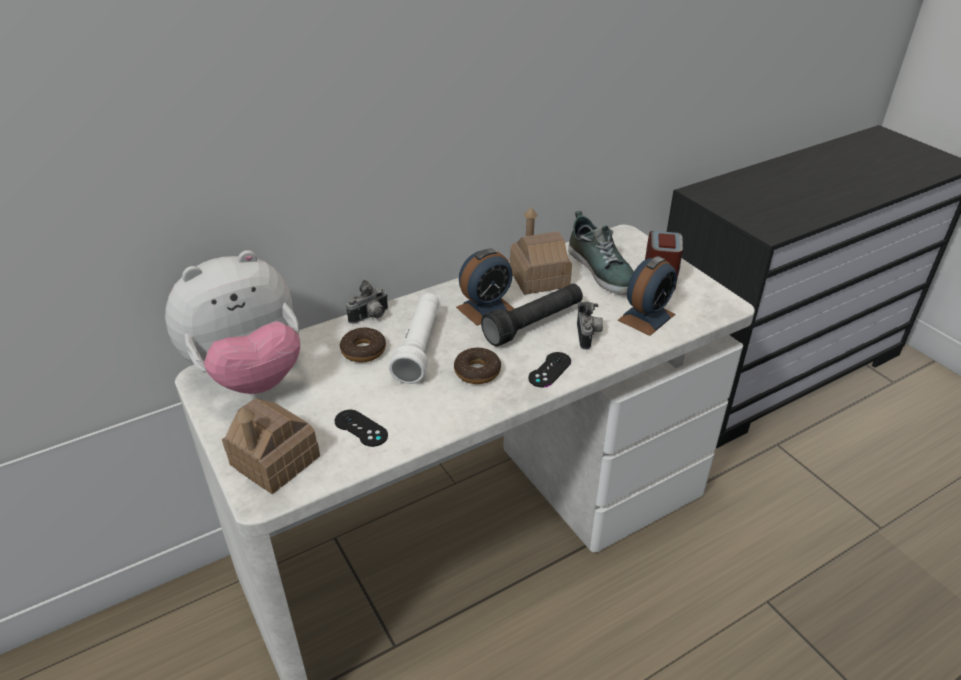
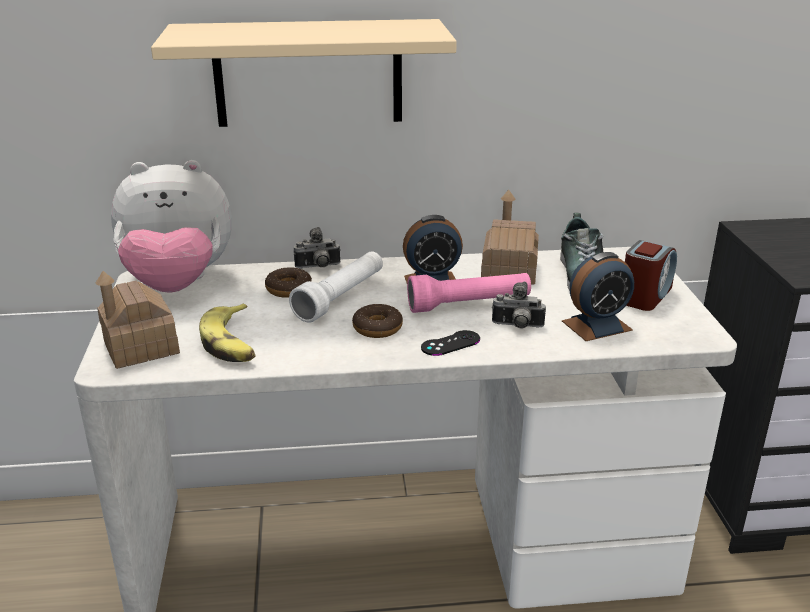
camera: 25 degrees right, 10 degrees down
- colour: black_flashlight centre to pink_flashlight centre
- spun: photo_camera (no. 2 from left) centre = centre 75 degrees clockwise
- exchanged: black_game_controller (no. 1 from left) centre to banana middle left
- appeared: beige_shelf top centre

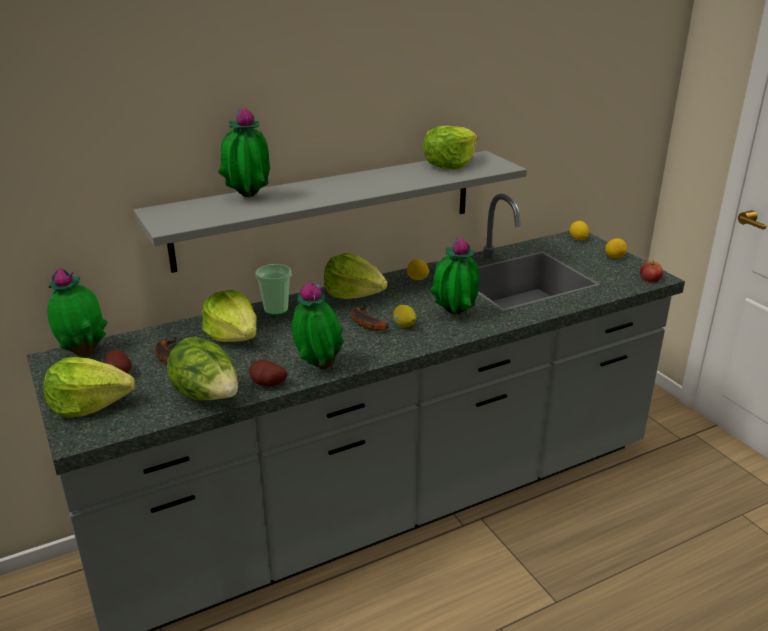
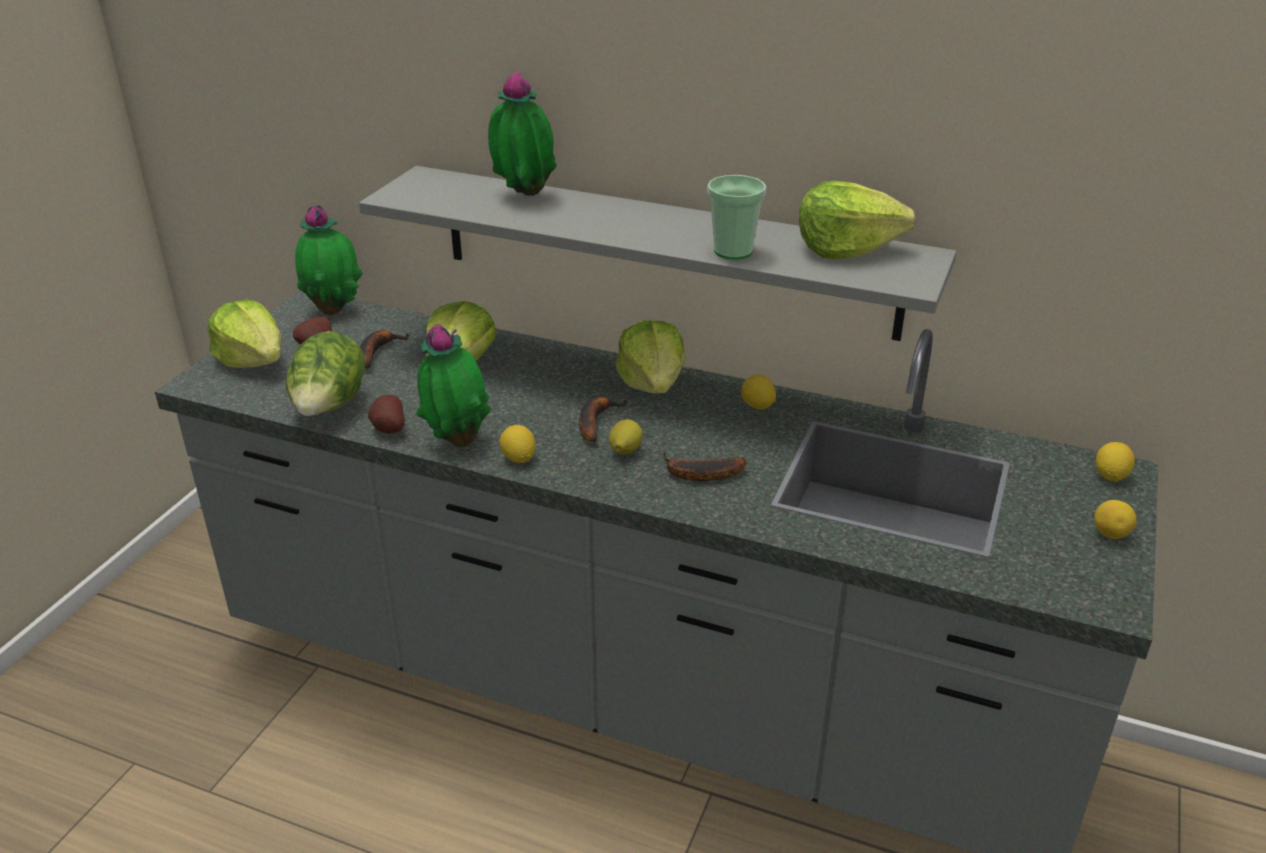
camera: 50 degrees right, 5 degrees up
- exchanged: potted_plant (no. 4 from left) centre to banana (no. 3 from left) centre
- missing: apple middle right
- relocated: cup centre to top centre
- appeared: lemon (no. 1 from left) centre

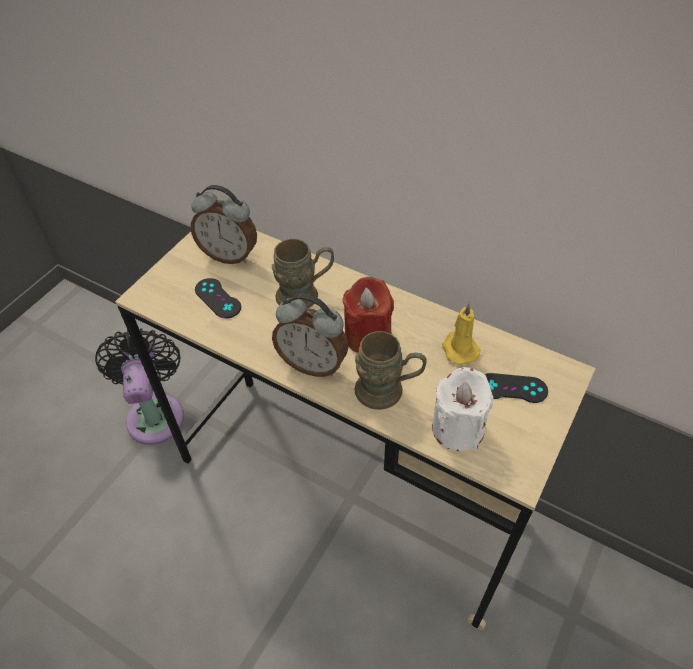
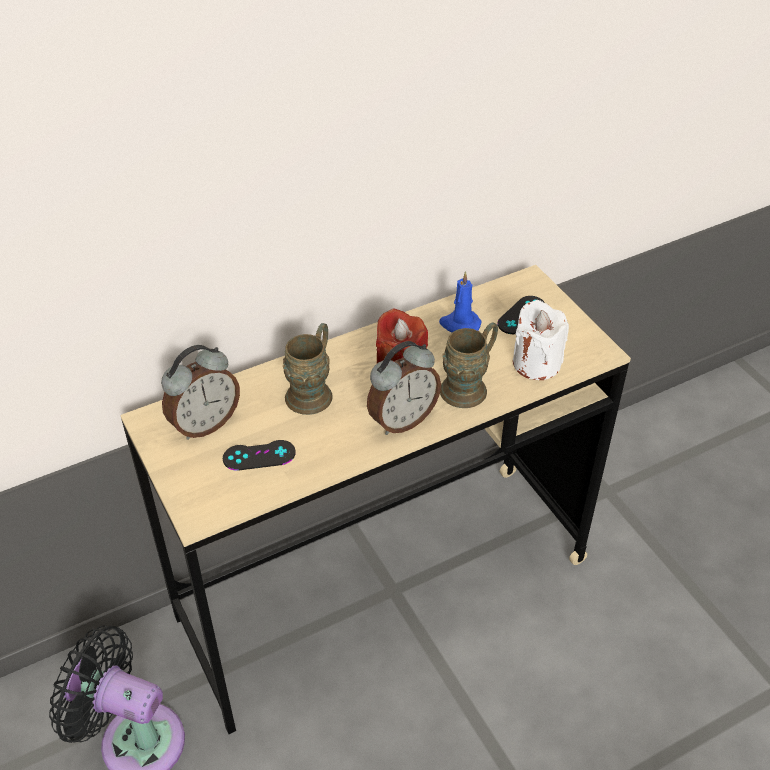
camera: 60 degrees left, 5 degrees down
- colour: yellow_candle centre to blue_candle centre

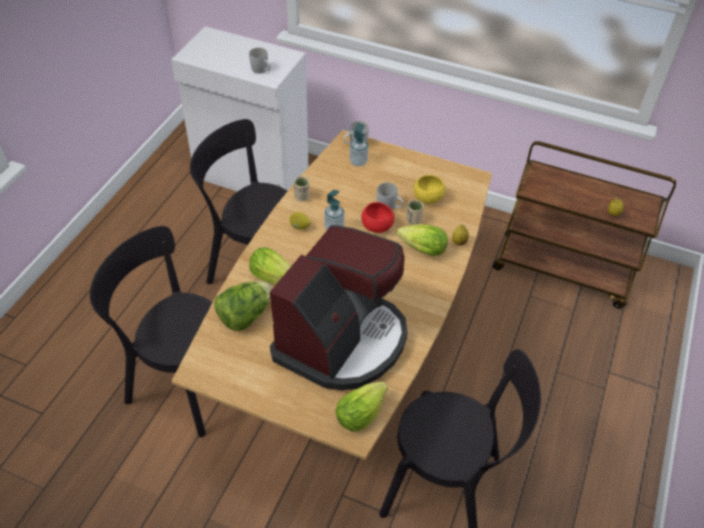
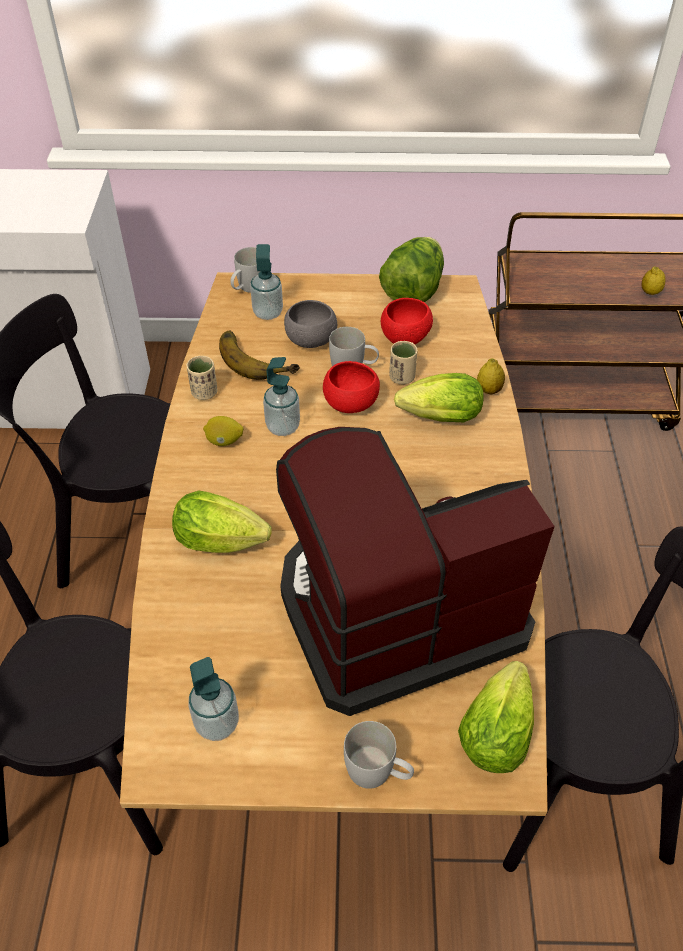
camera: 20 degrees left, 0 degrees up
- relocated: white_mug (no. 1 from left in the first image) top centre to white_mug (no. 3 from left) bottom centre
- colour: yellow_bowl centre to red_bowl (no. 2 from left) centre
- spun: coffee_machine centre = centre 120 degrees counterclockwise
- relocated: lettuce (no. 1 from left in the first image) centre to lettuce (no. 2 from left) top centre
- appeared: grey_bowl centre
- appeared: banana centre
- appeared: soap_dispenser (no. 1 from left) bottom left

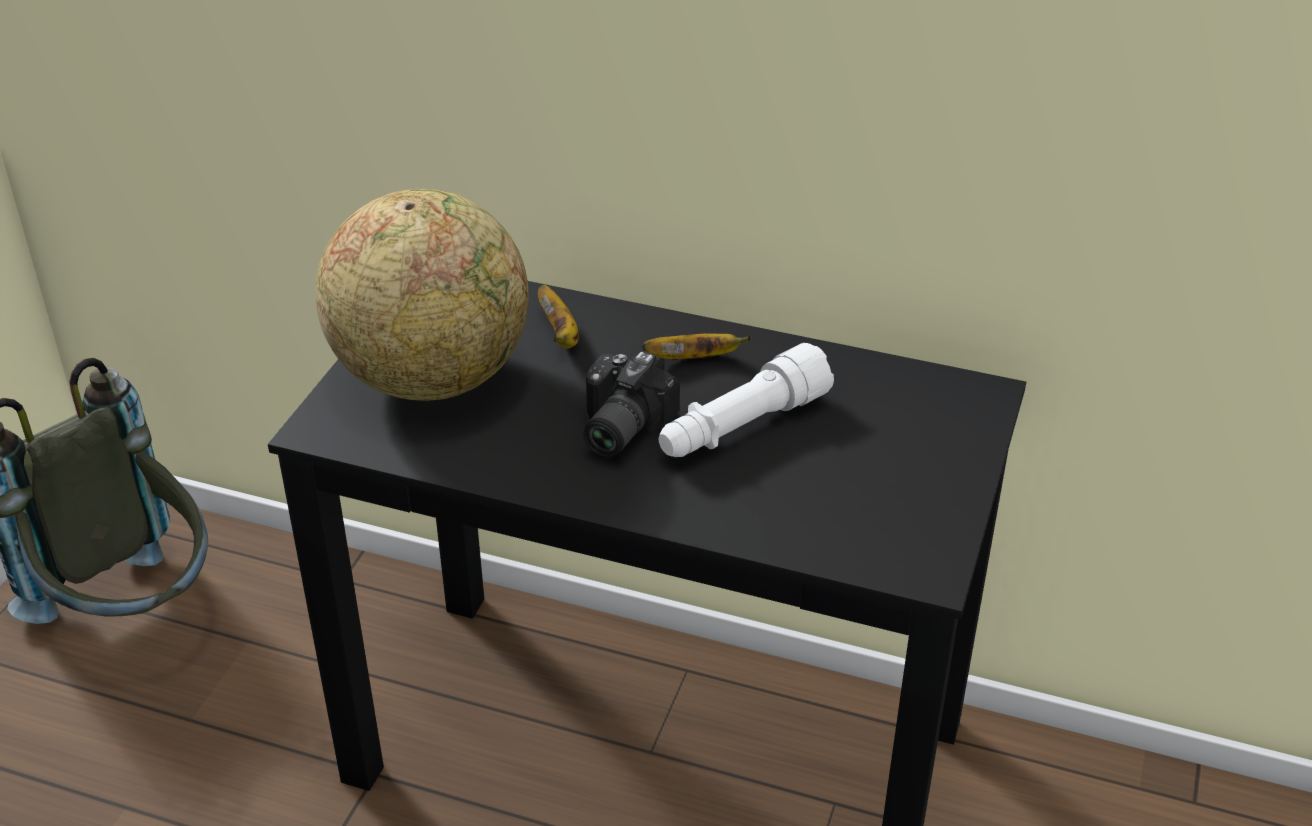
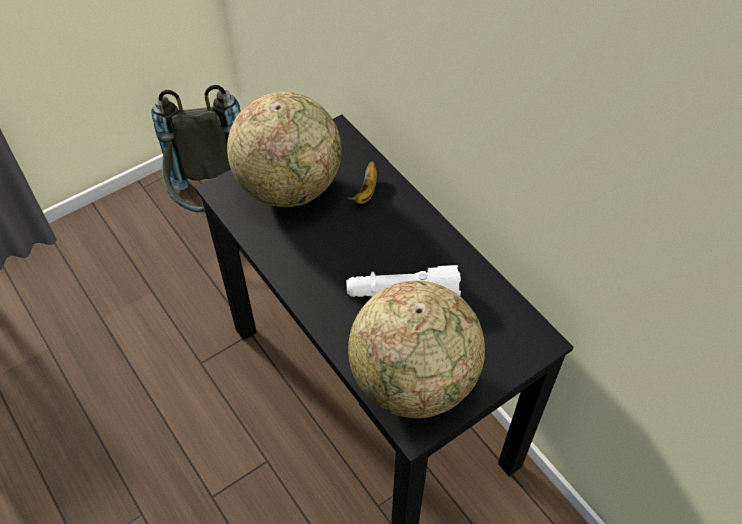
camera: 35 degrees right, 15 degrees up
- missing: banana (no. 2 from left) centre
- missing: photo_camera centre
- appeared: globe (no. 2 from left) centre

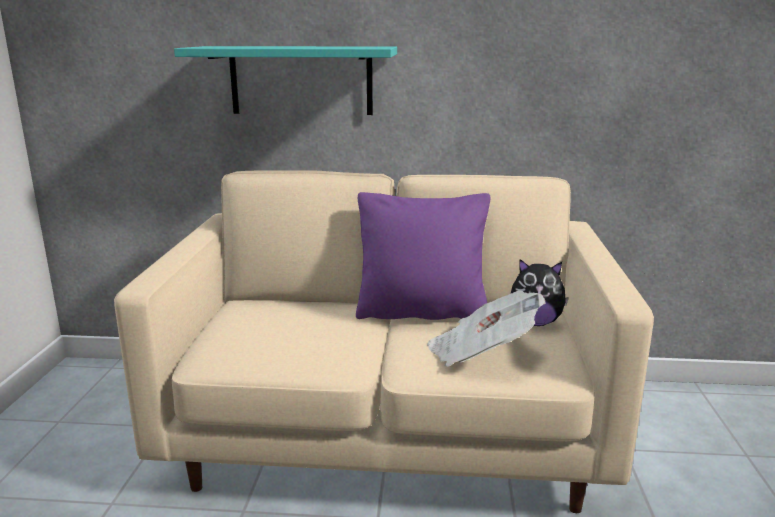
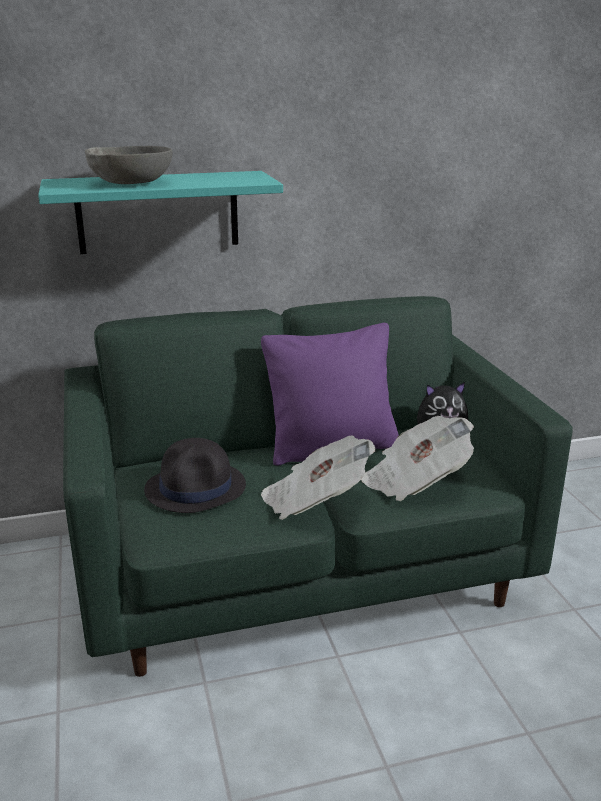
camera: 20 degrees left, 5 degrees up
- colour: beige_sofa centre to green_sofa centre
- appeared: grey_bowl top left
- appeared: newspaper (no. 1 from left) centre
- appeared: black_hat middle left

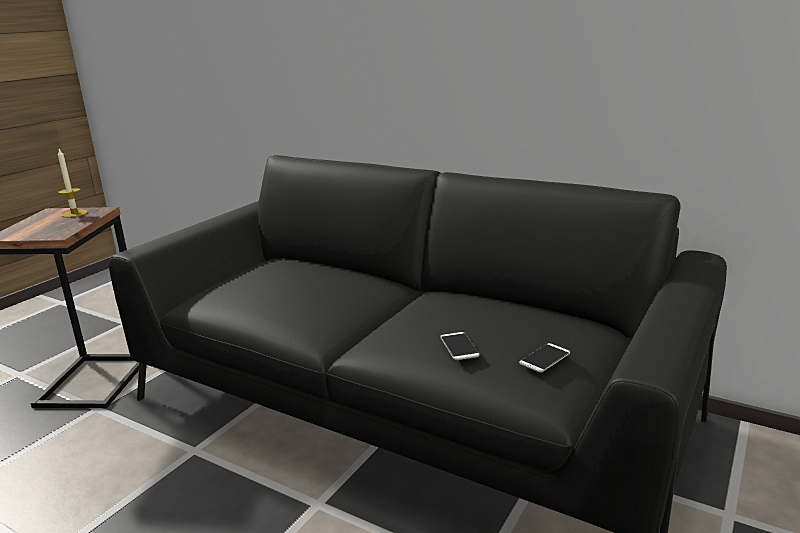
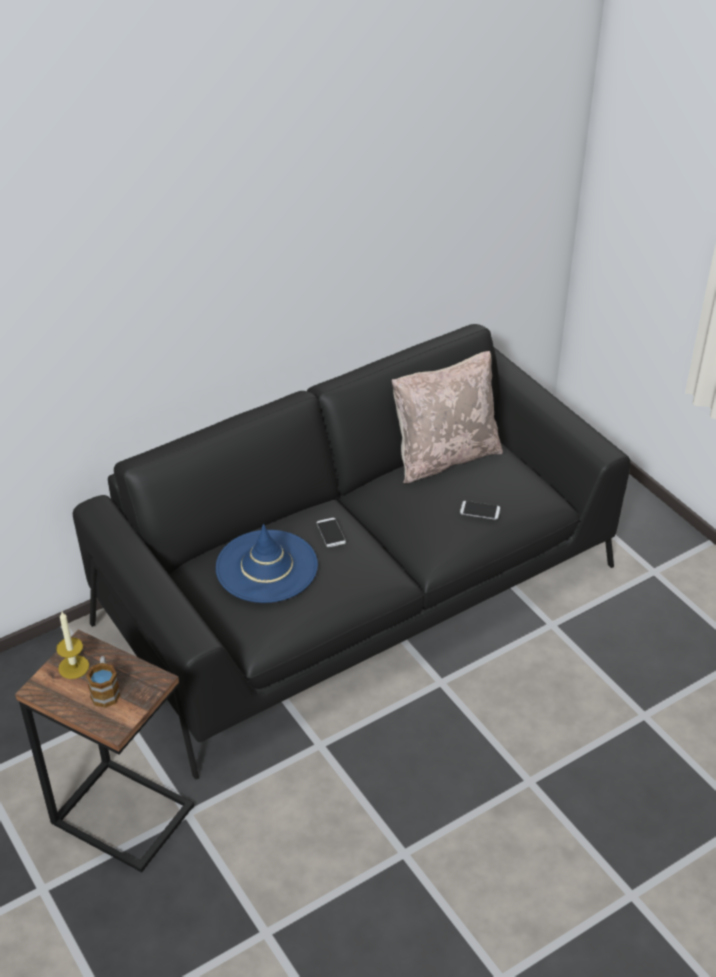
camera: 65 degrees left, 20 degrees up
- relocated: phone (no. 2 from left in the first image) bottom right to phone (no. 1 from left) centre
- appeared: beige_pillow centre
- appeared: blue_hat centre
- appeared: mug bottom left

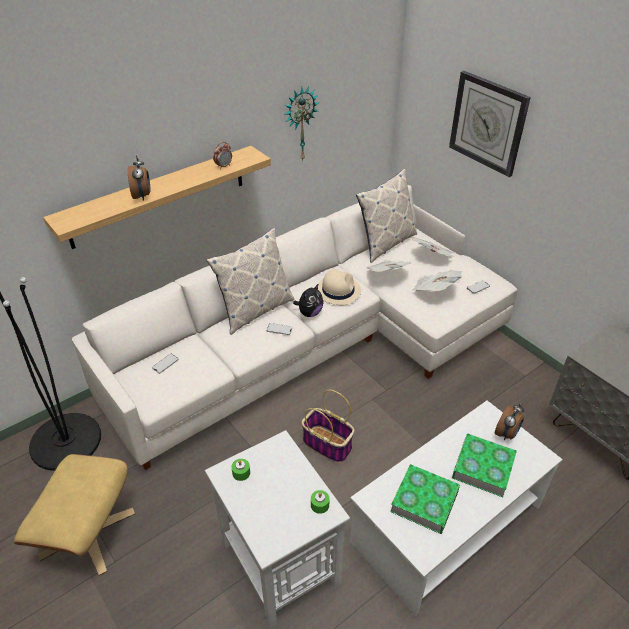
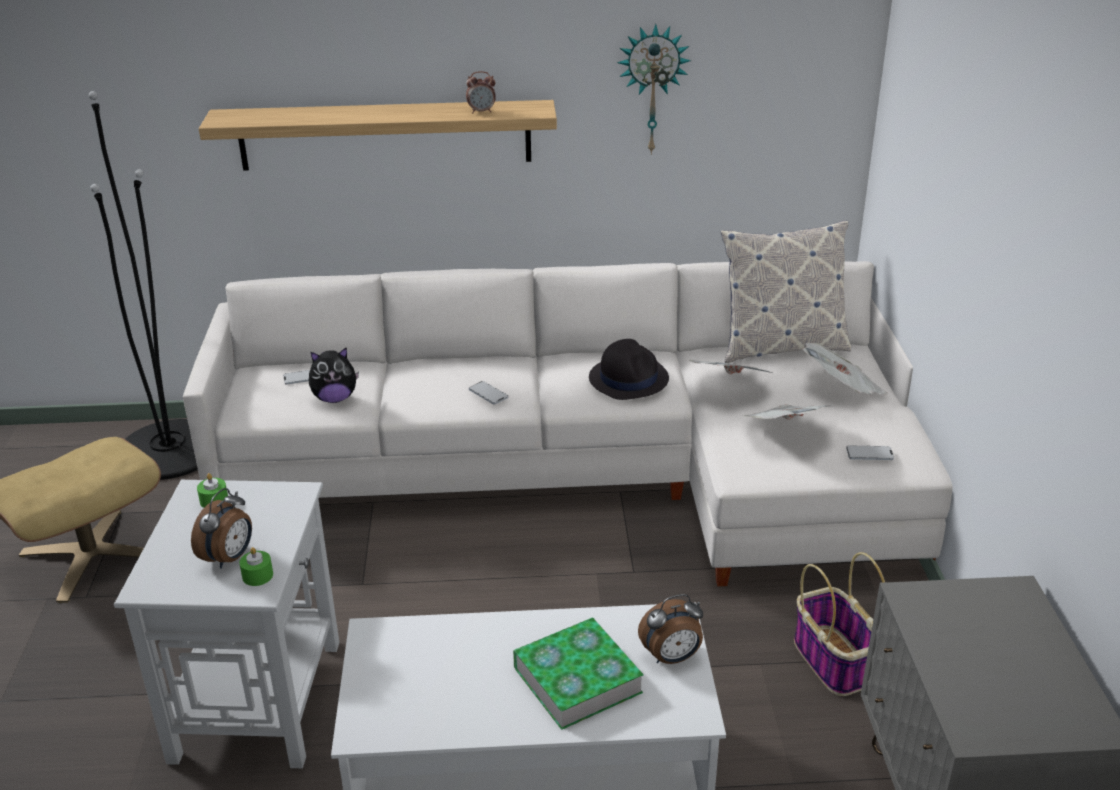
camera: 35 degrees right, 10 degrees down
- missing: wall_clock (no. 2 from left) top right
- relocated: alarm_clock (no. 1 from left) top left to bottom left
- missing: pillow (no. 1 from left) centre
- colour: beige_hat centre to black_hat centre
- relocated: plush_toy centre to middle left
- relocated: basket bottom centre to bottom right
- missing: book (no. 1 from left) bottom right

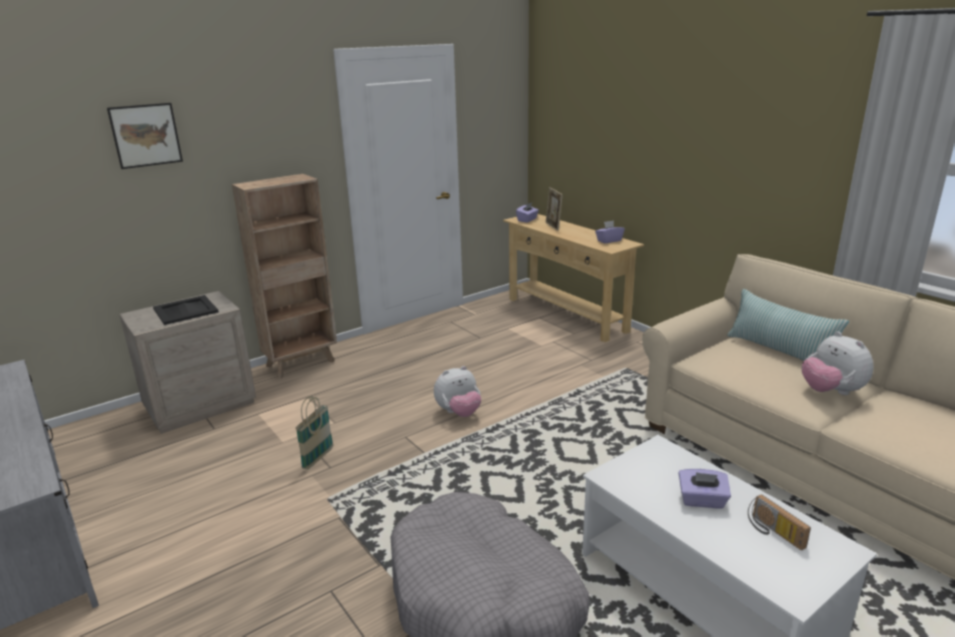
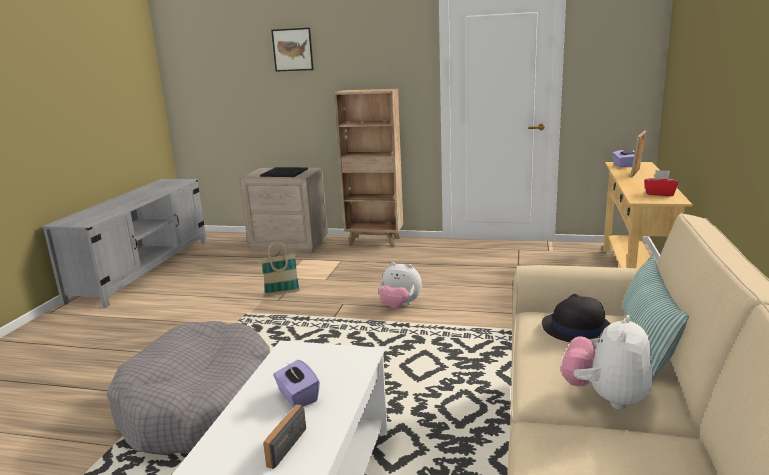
camera: 50 degrees right, 5 degrees down
- colour: purple_tissue_box (no. 2 from left) centre to red_tissue_box middle right
- appeared: black_hat bottom right

